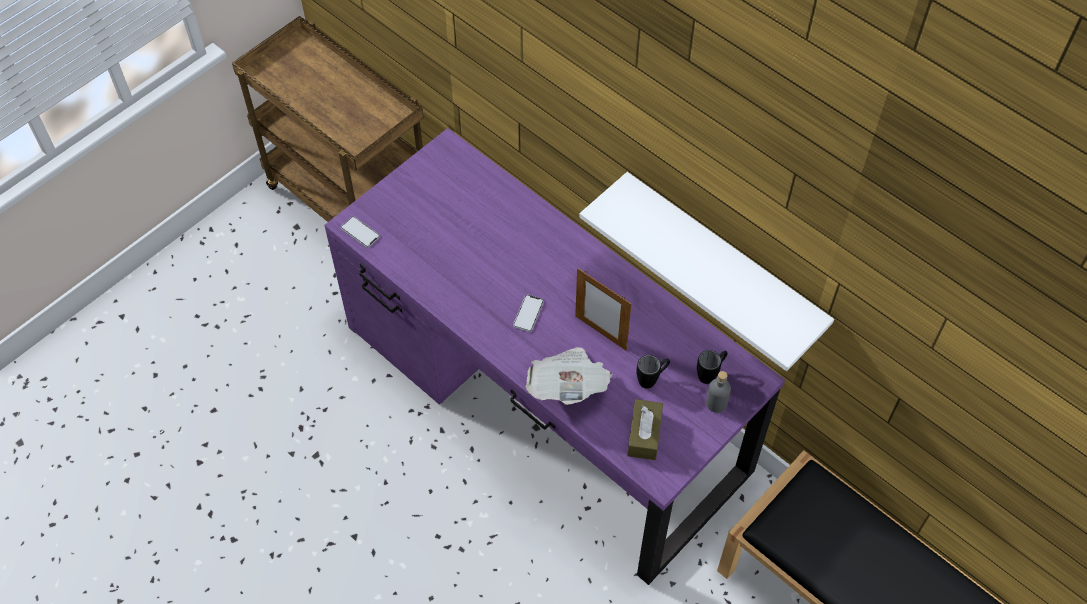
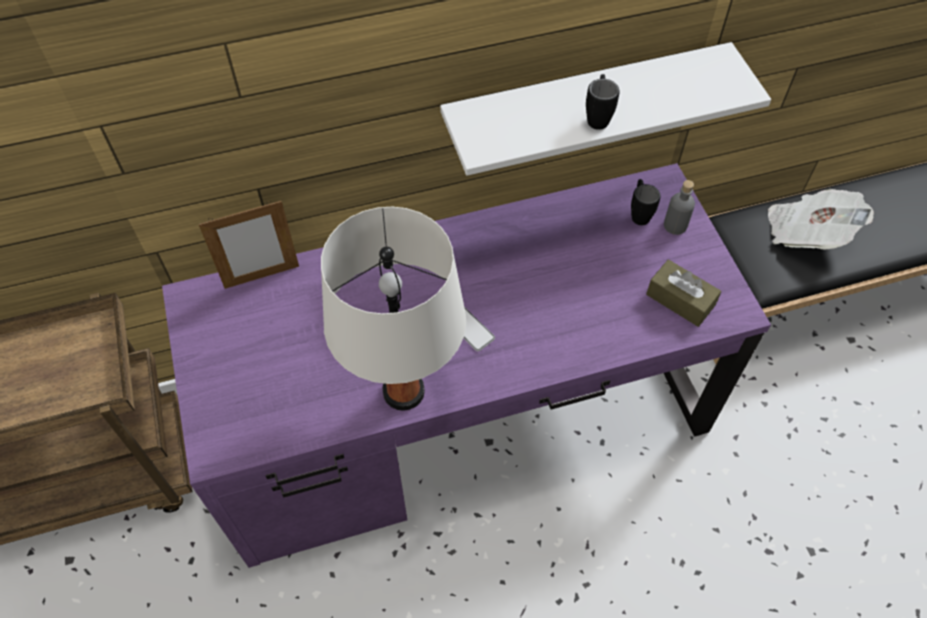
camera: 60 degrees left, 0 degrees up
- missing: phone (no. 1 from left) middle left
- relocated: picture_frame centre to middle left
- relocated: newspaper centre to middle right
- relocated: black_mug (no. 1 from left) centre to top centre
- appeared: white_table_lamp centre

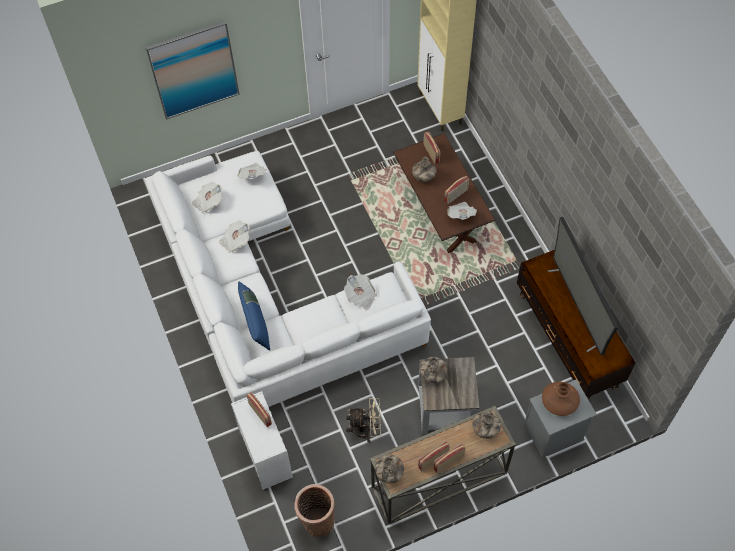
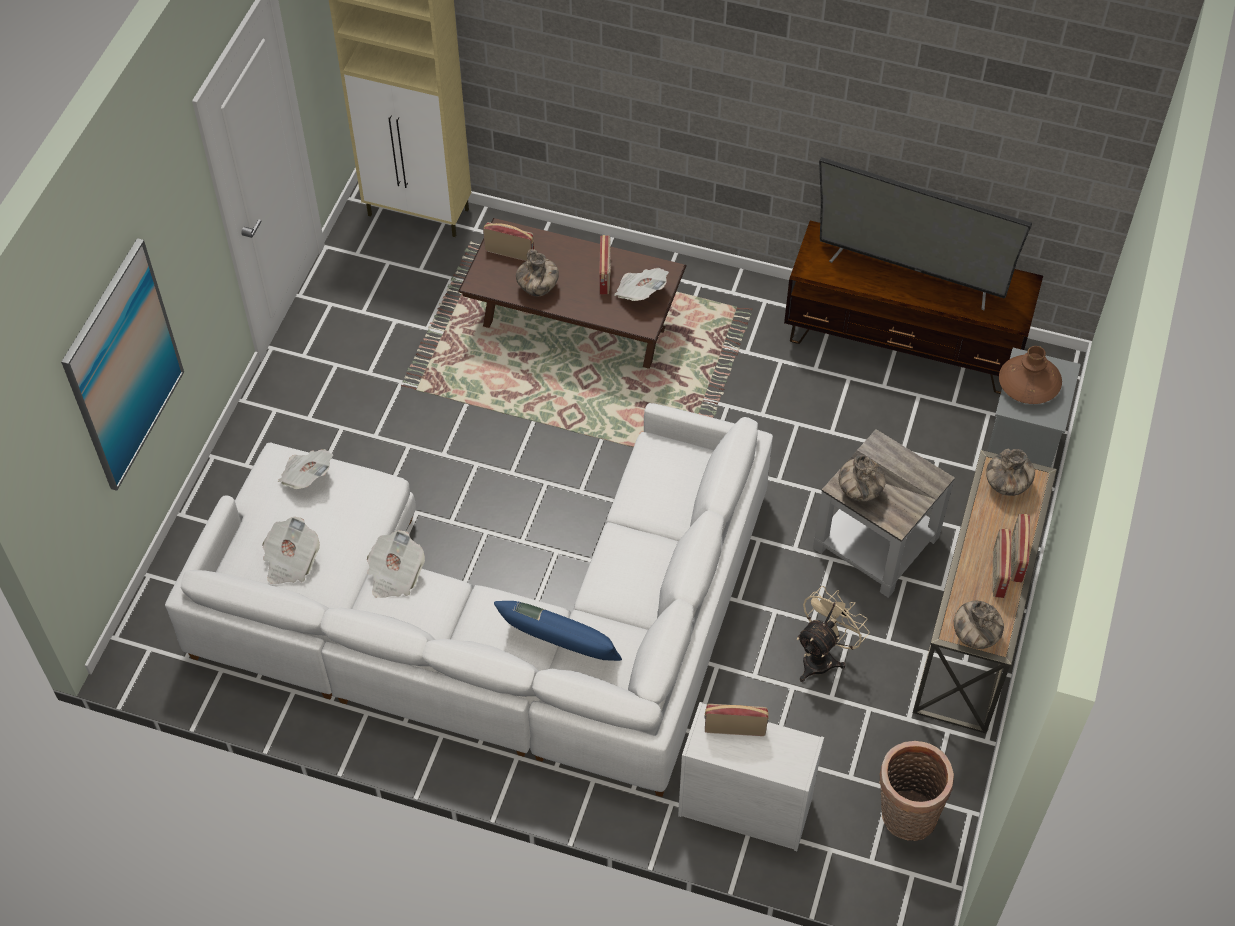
camera: 50 degrees left, 5 degrees down
- missing: newspaper (no. 4 from left) centre

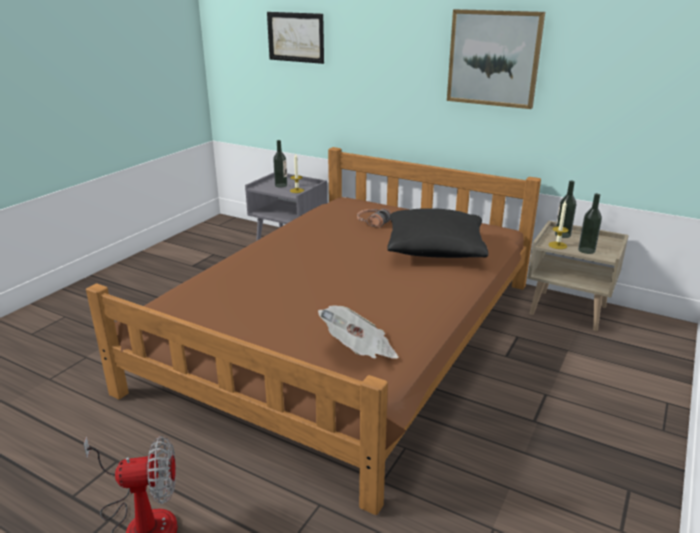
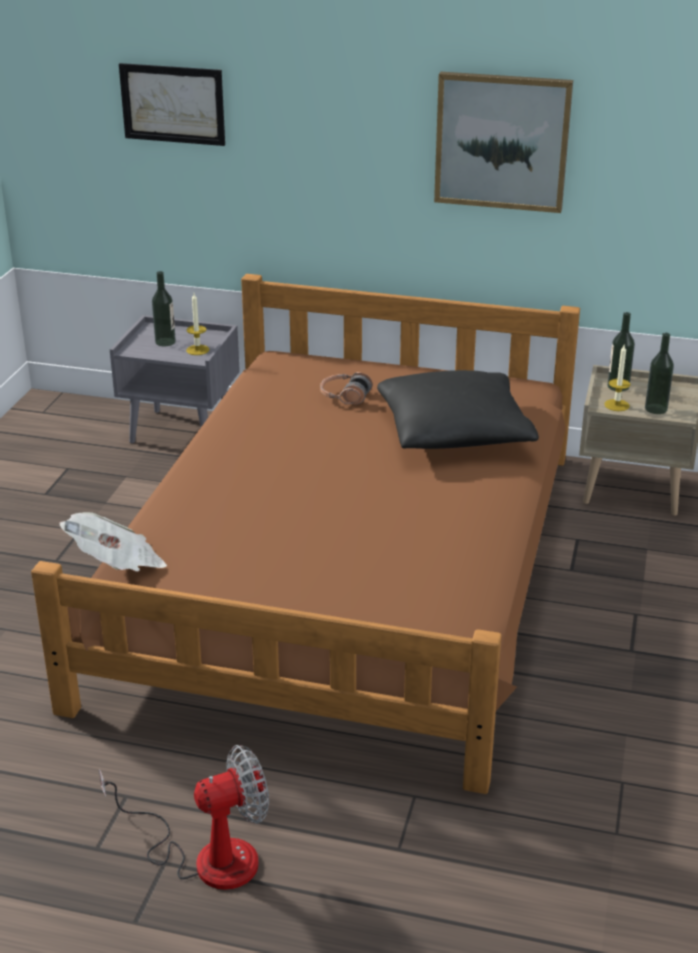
camera: 15 degrees left, 5 degrees up
- relocated: newspaper centre to middle left

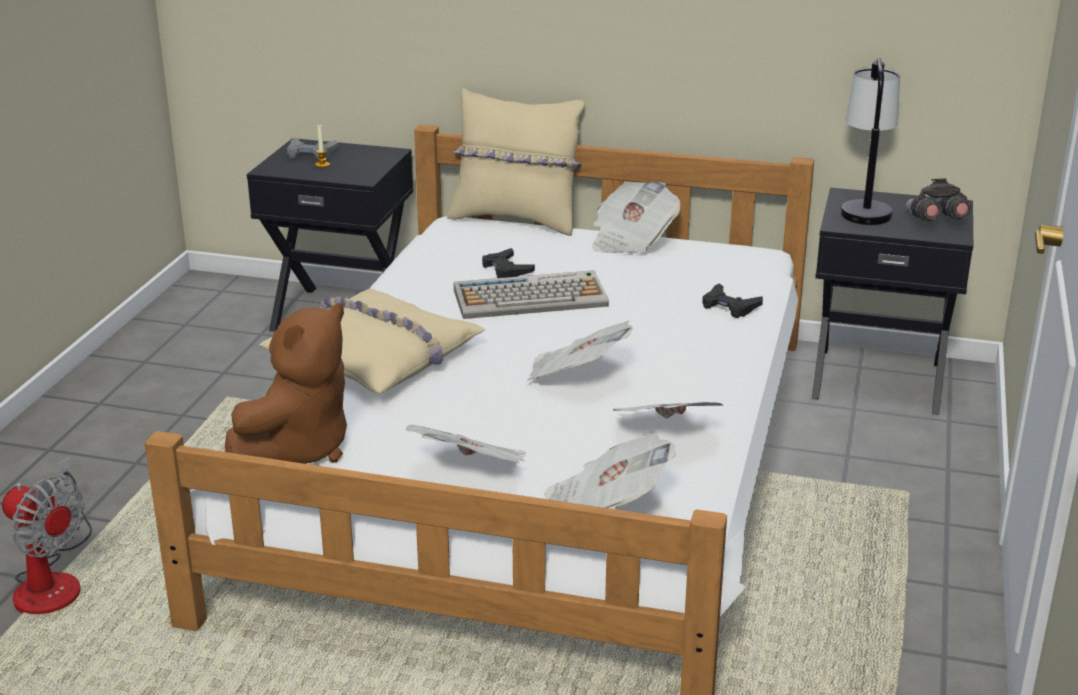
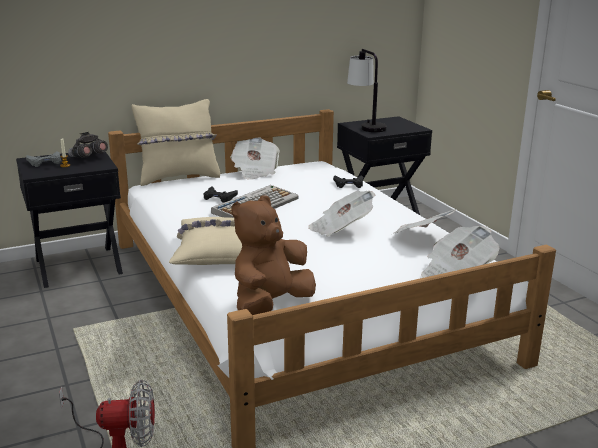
camera: 40 degrees left, 5 degrees down
- relocated: grey_binoculars top right to top left
- spun: brown_plush_toy middle left = centre 135 degrees counterclockwise
- missing: newspaper (no. 1 from left) centre

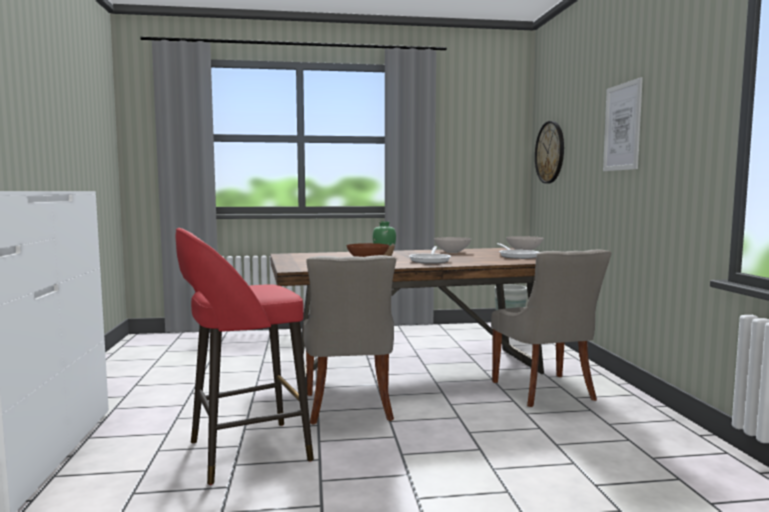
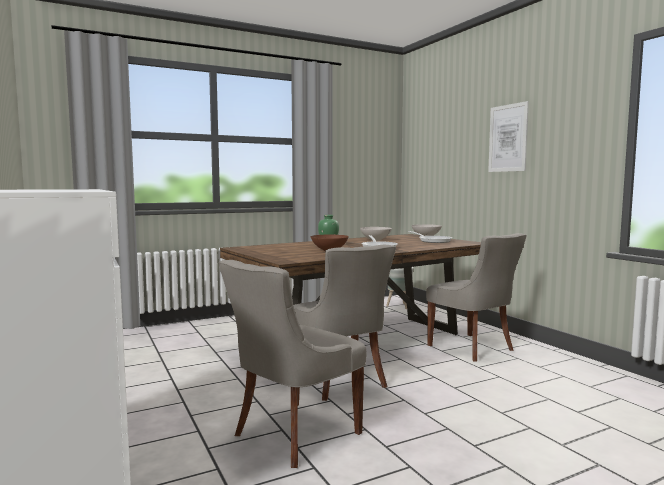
camera: 20 degrees left, 0 degrees up
- missing: wall_clock top right
- exchanged: red_stool bottom left to grey_chair (no. 1 from left) bottom centre

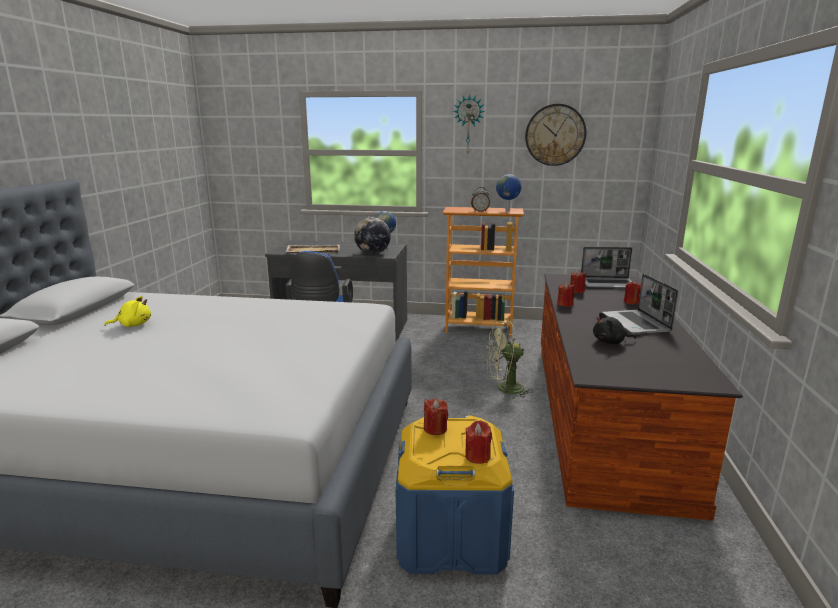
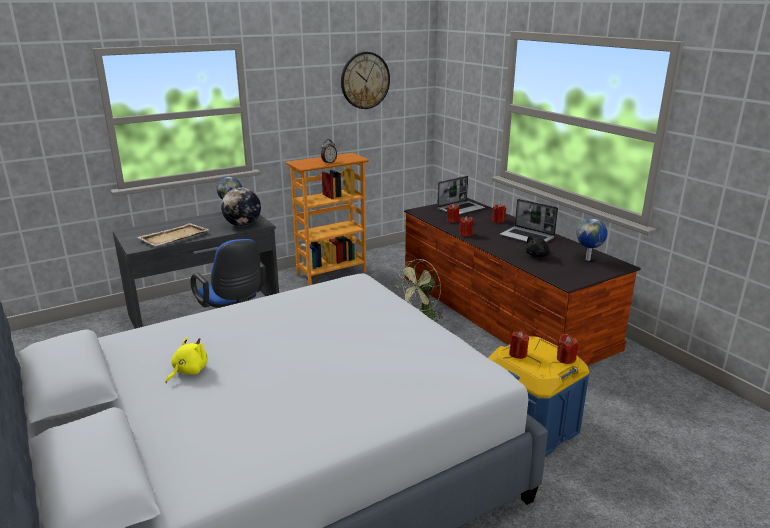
camera: 40 degrees left, 5 degrees up
- missing: wall_clock (no. 1 from left) top centre
- relocated: globe (no. 3 from left) top centre to middle right

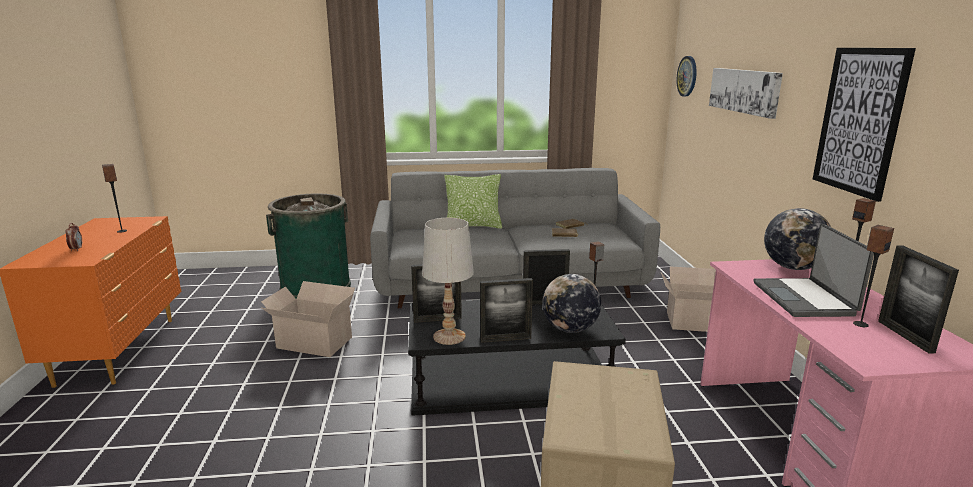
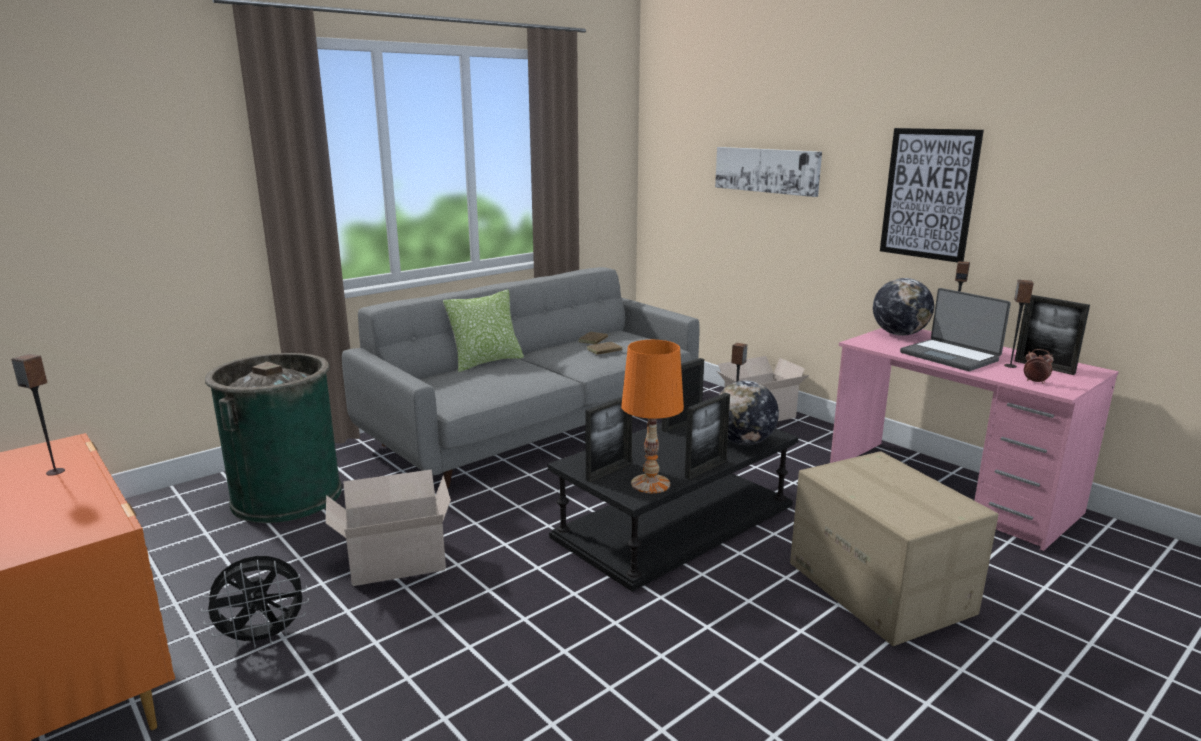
camera: 35 degrees left, 0 degrees up
- missing: wall_clock top right
- colour: white_table_lamp centre to orange_table_lamp centre
- relocated: alarm_clock middle left to middle right
- appeared: black_fan bottom left

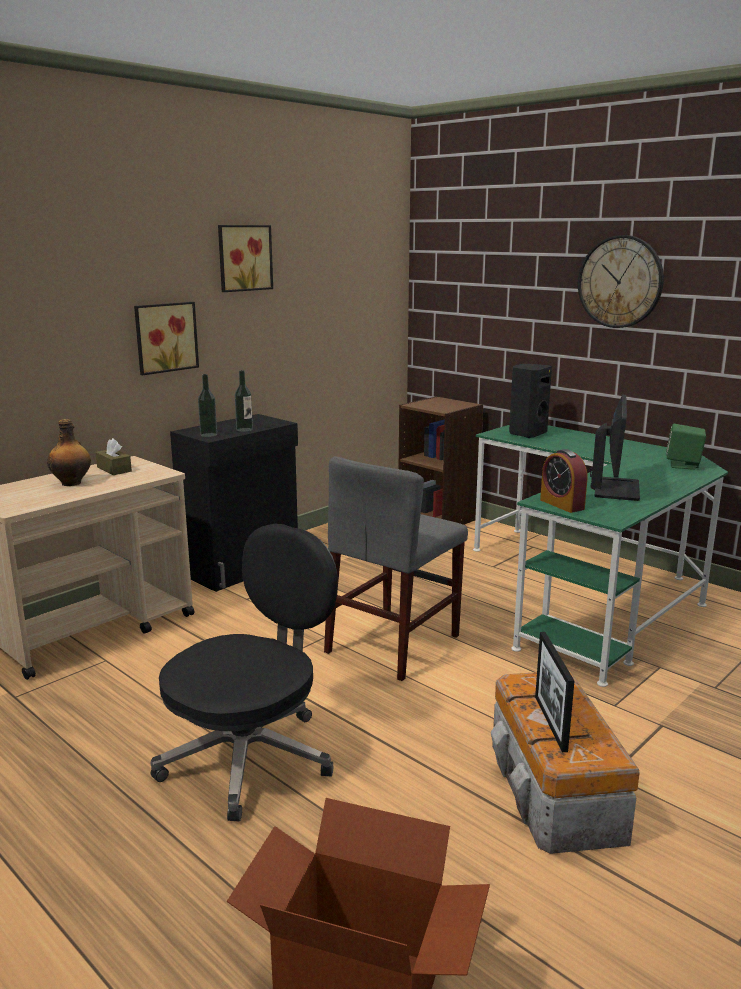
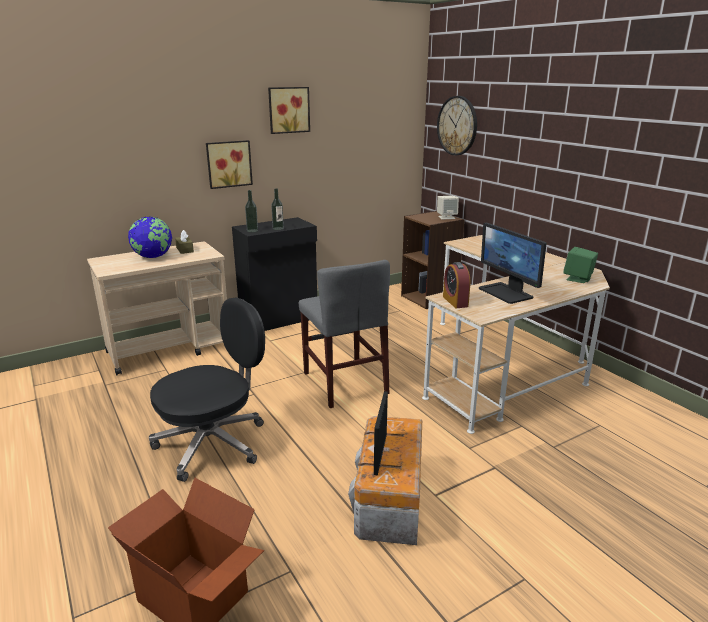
camera: 15 degrees right, 5 degrees up
- relocated: wall_clock top right to top centre
- missing: black_speaker middle right
- spun: monitor middle right = middle right 120 degrees clockwise
- exchanged: bottle (no. 1 from left) middle left to globe middle left
- colour: green_desk middle right to beige_desk middle right
- spun: grey_chair centre = centre 75 degrees counterclockwise
- appeared: beige_speaker centre

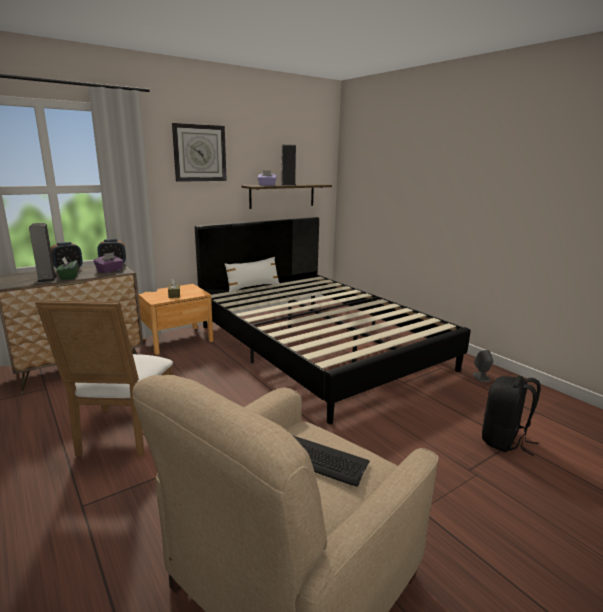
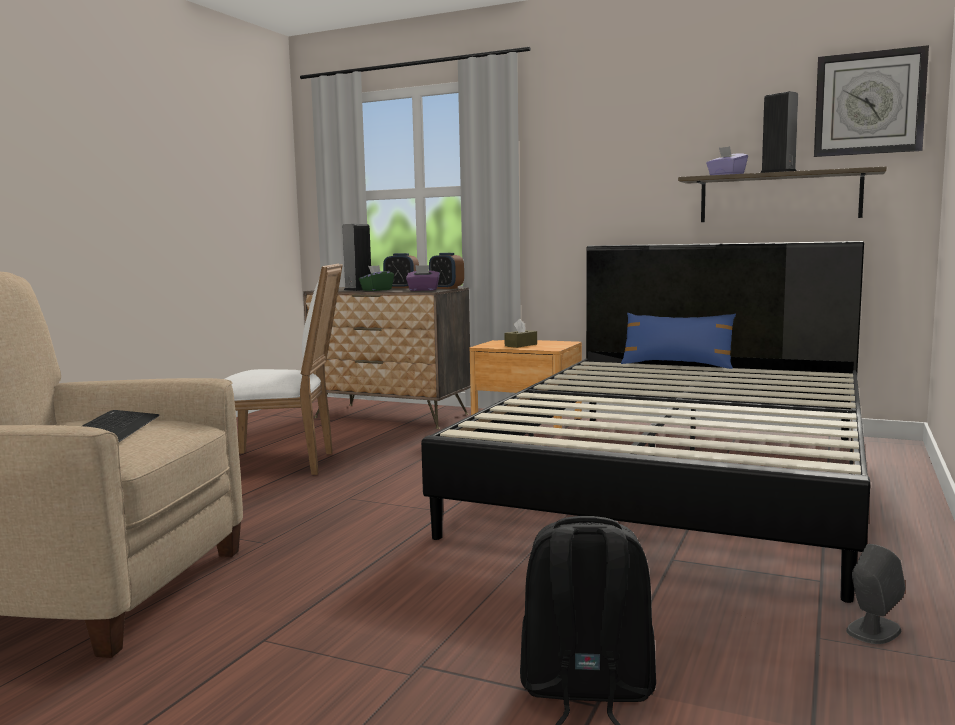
camera: 60 degrees right, 10 degrees down
- relocated: wall_clock top left to top right
- colour: white_pillow centre to blue_pillow middle right
- spun: white_chair middle left = middle left 150 degrees counterclockwise

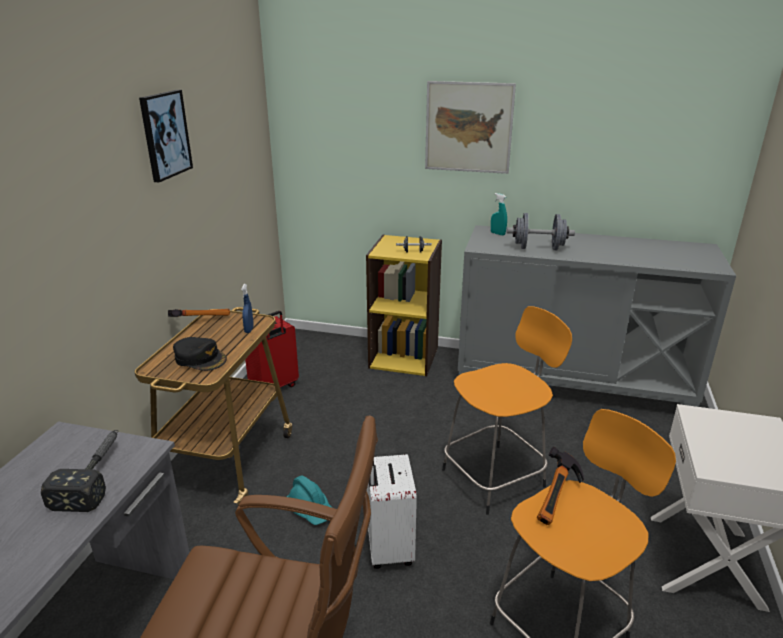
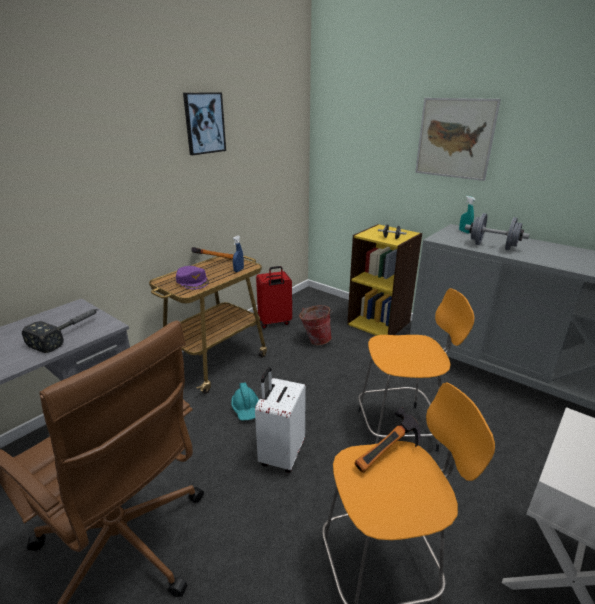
camera: 25 degrees right, 0 degrees up
- colour: black_cap middle left to purple_cap middle left
- appeared: bucket centre

